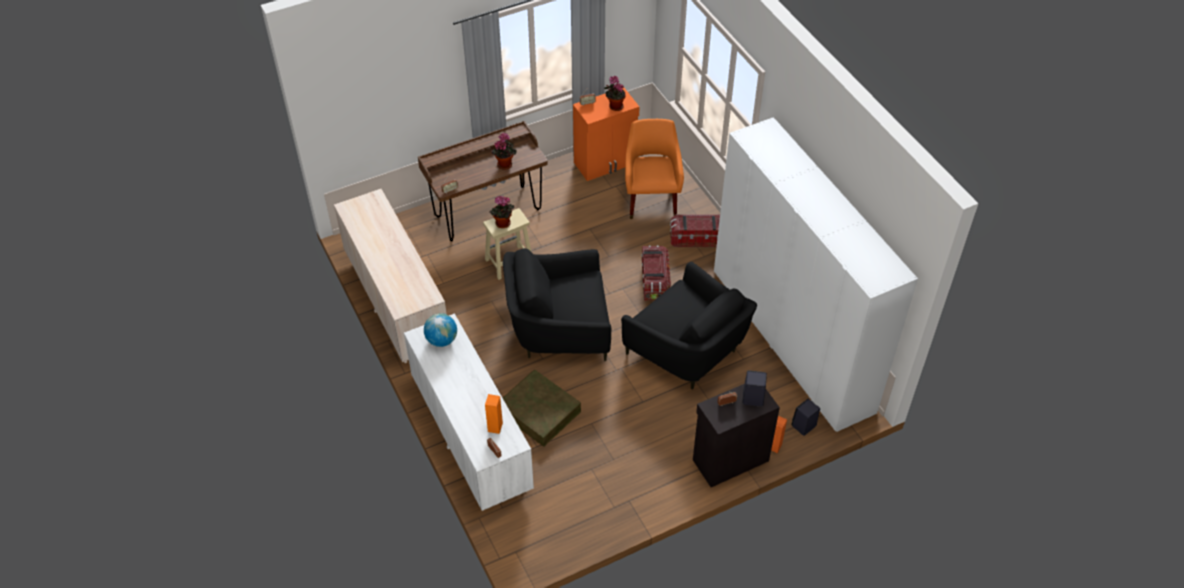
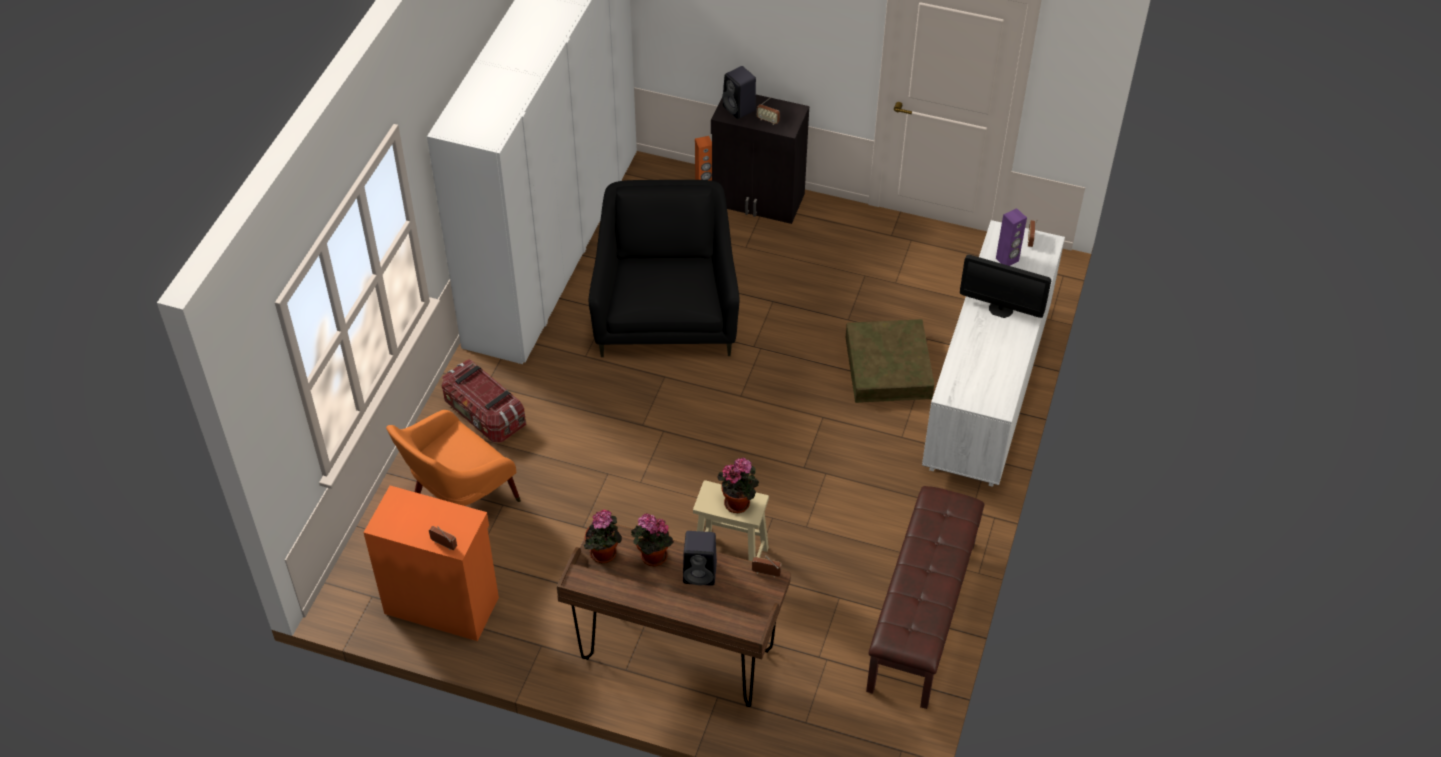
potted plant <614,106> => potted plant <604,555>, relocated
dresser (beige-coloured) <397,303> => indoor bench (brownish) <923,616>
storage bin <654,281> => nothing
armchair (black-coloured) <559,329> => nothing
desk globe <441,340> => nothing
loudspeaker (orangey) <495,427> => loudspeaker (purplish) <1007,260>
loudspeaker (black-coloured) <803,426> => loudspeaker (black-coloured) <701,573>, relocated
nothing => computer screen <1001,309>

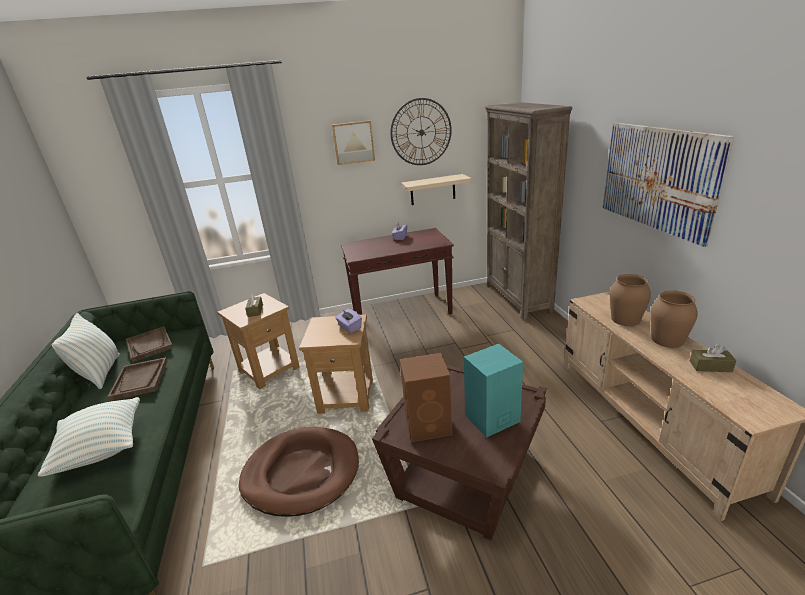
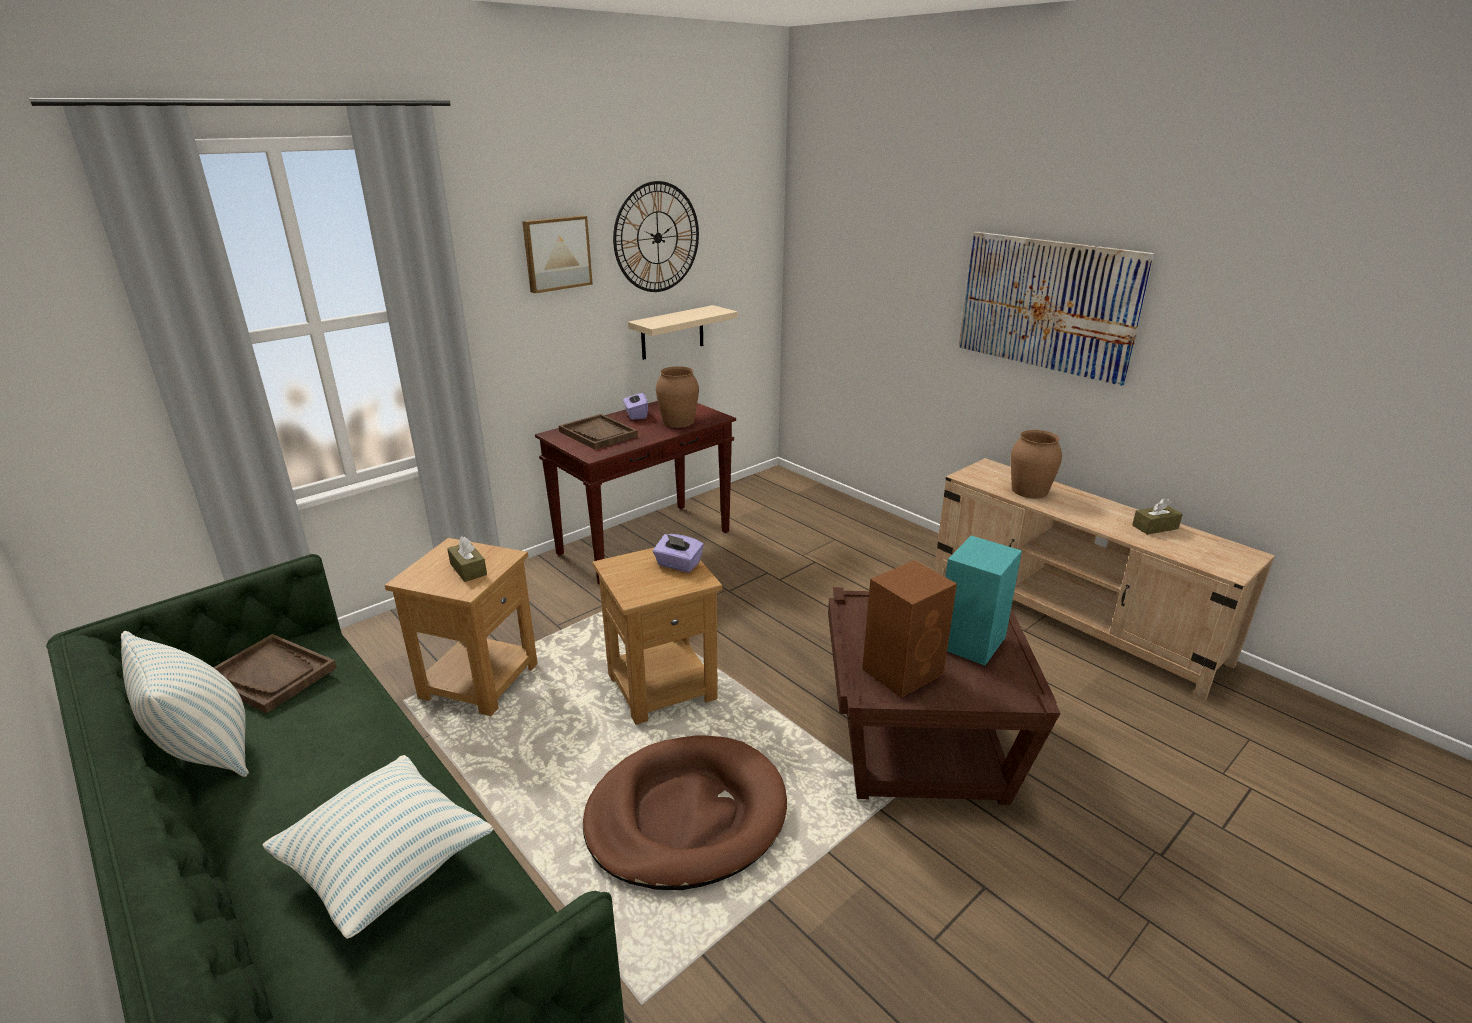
bookcase (brownish) <518,298> => nothing
decorative vase (brownish) <667,340> => decorative vase (brownish) <678,422>, relocated
carrying tray (brownish) <140,380> => carrying tray (brownish) <598,434>, relocated

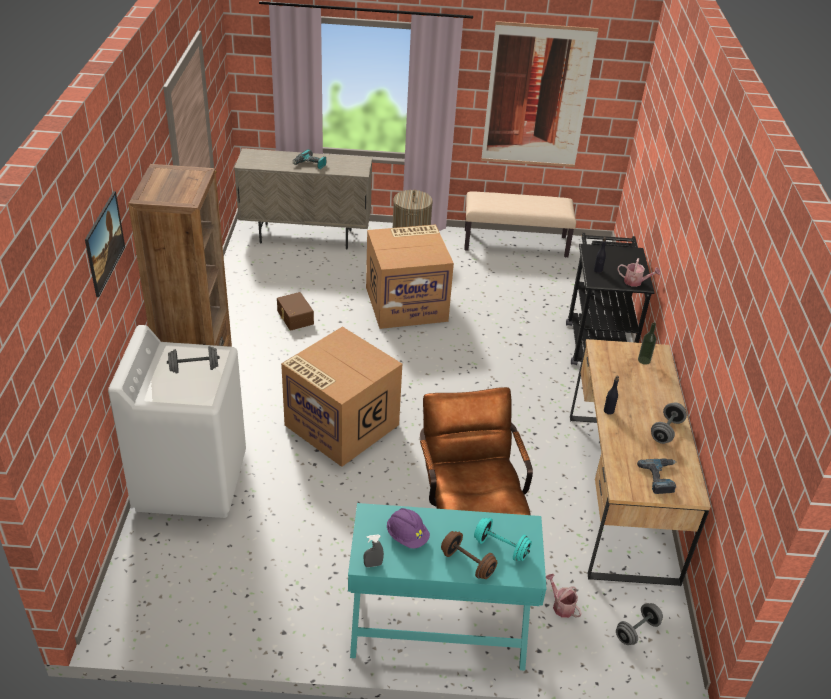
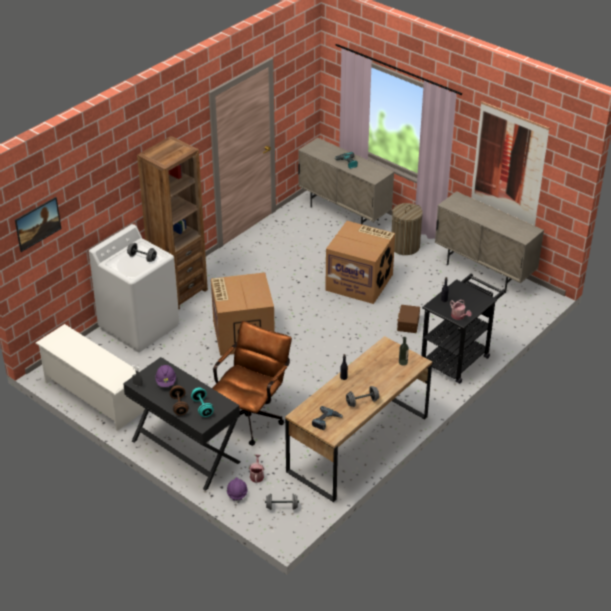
picture <107,257> => picture <39,232>, relocated
indoor bench (beige-coloured) <516,243> => cupboard (beige-coloured) <484,272>
storage bin (brownish) <294,317> => storage bin (brownish) <407,323>, relocated
desk unit (blue-green) <438,628> => desk unit (black-coloured) <185,451>
nothing => shoe shelf (whitish) <94,396>
nothing => safety helmet (purplish) <237,493>

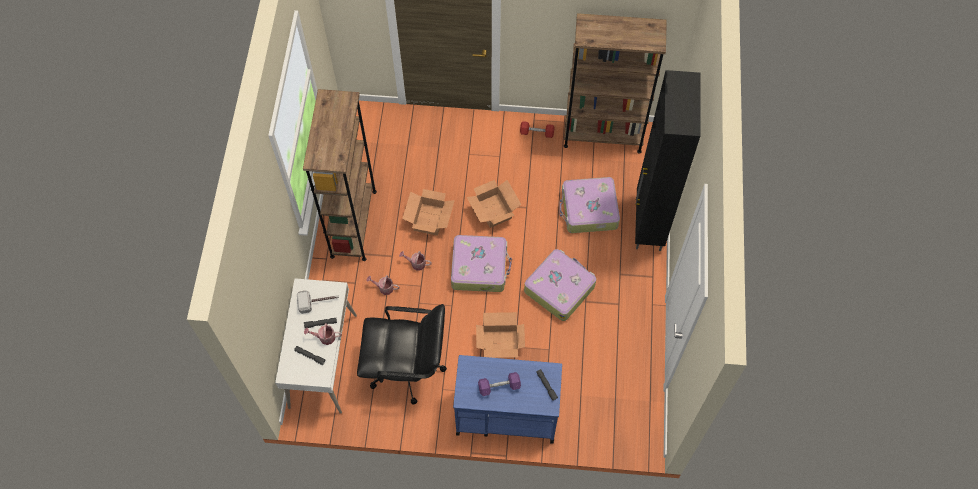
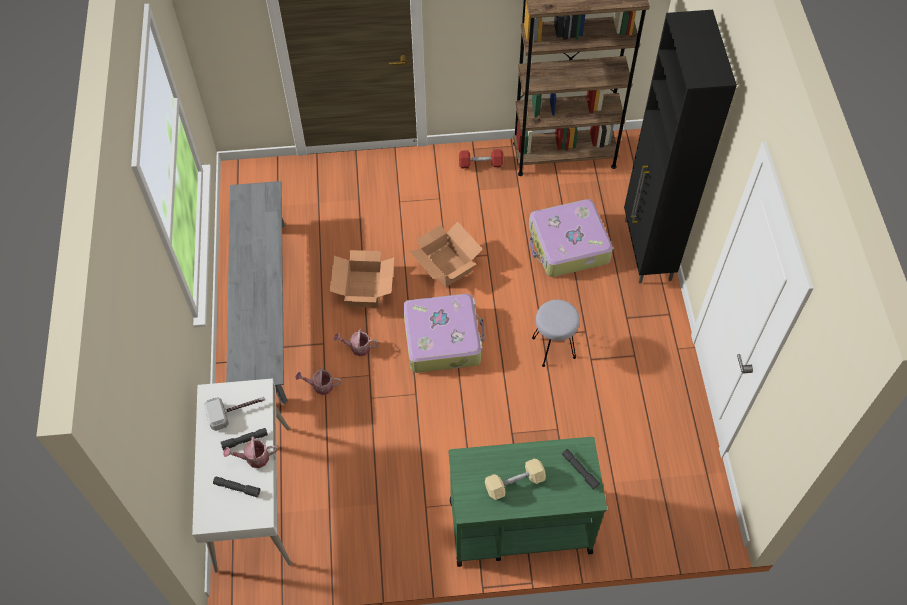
bookcase (brownish) <353,223> => indoor bench (grey) <264,310>
suitcase <559,288> => stool seat (grey) <553,348>
desk chair (black-coloured) <407,368> => nothing
cardboard box <500,343> => nothing
cart (blue-coloured) <505,414> => cart (green) <519,525>
free weight (purplish) <499,386> => free weight (beige-coloured) <514,483>

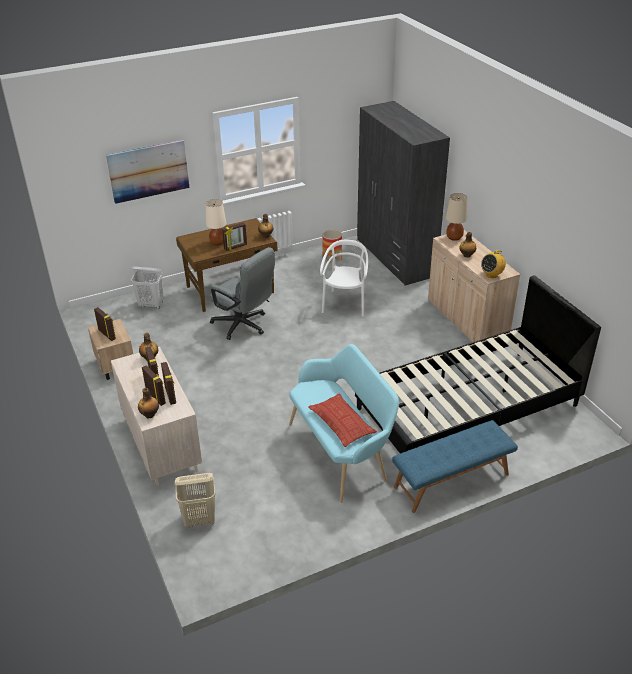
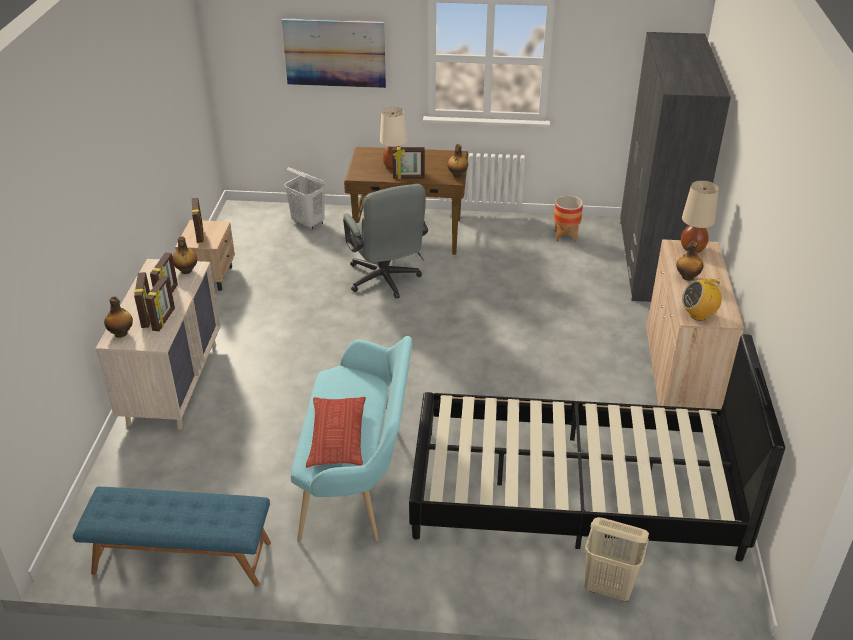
chair (whitish) <345,304> => nothing
indoor bench (blue-coloured) <452,481> => indoor bench (blue-coloured) <182,558>, relocated
washing basket (beige-coloured) <200,519> => washing basket (beige-coloured) <609,587>, relocated

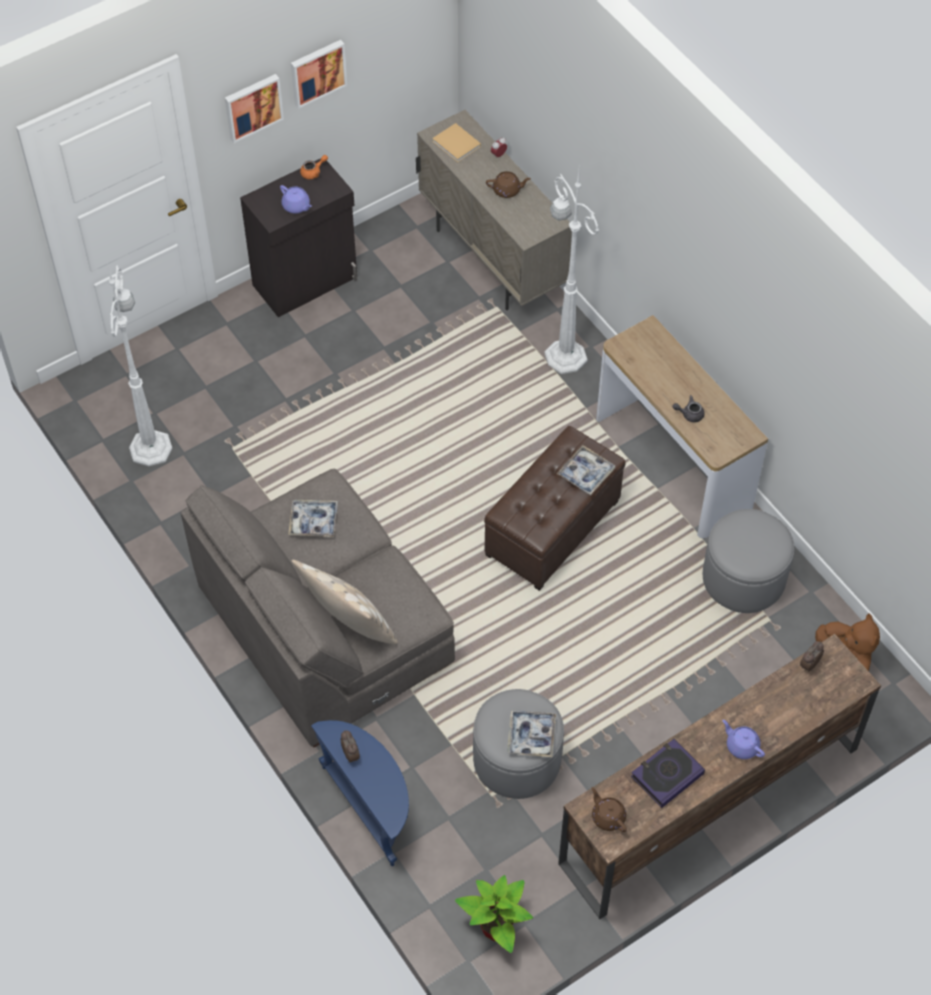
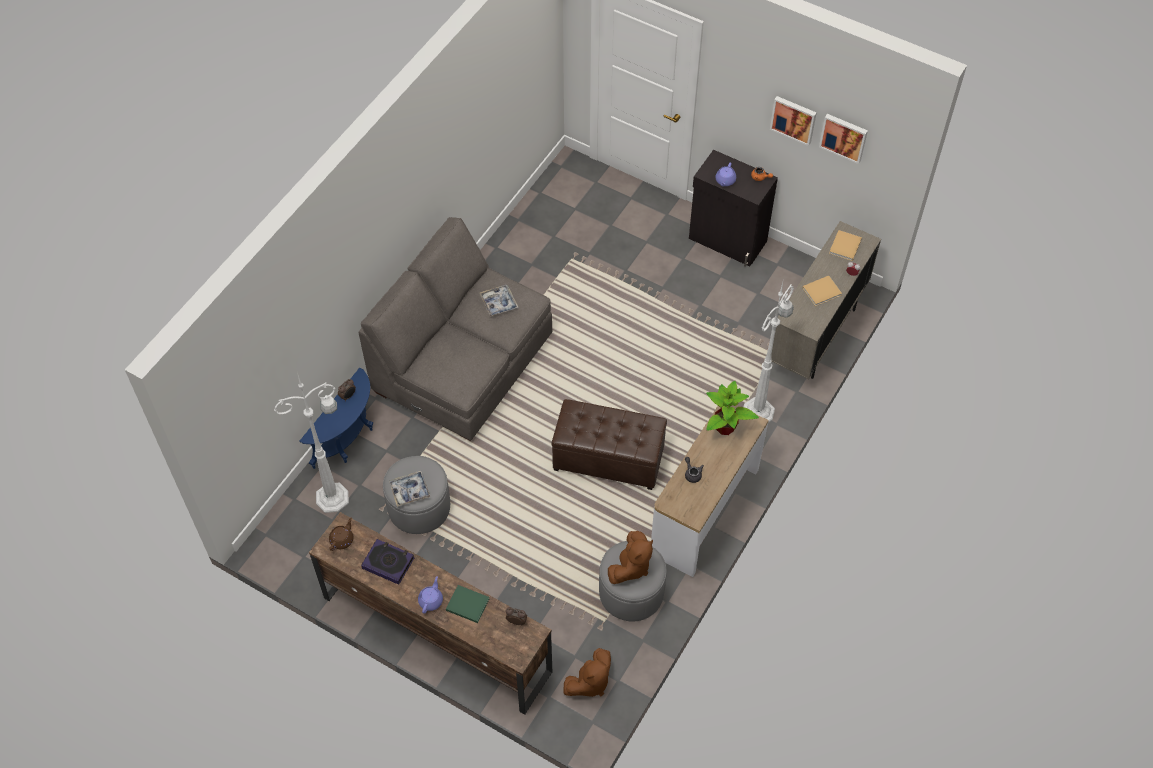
picture <252,106> => picture <844,137>, relocated
tea pot (brownish) <507,190> => bound book (beige-coloured) <822,291>
standard lamp (whitish) <151,446> => standard lamp (whitish) <334,497>, relocated
carrying tray <586,473> => nothing
cushion (beige-coloured) <349,624> => nothing
potted plant <497,929> => potted plant <725,428>, relocated
nothing => soft toy (brownish) <631,567>
nothing => bound book (green) <466,604>

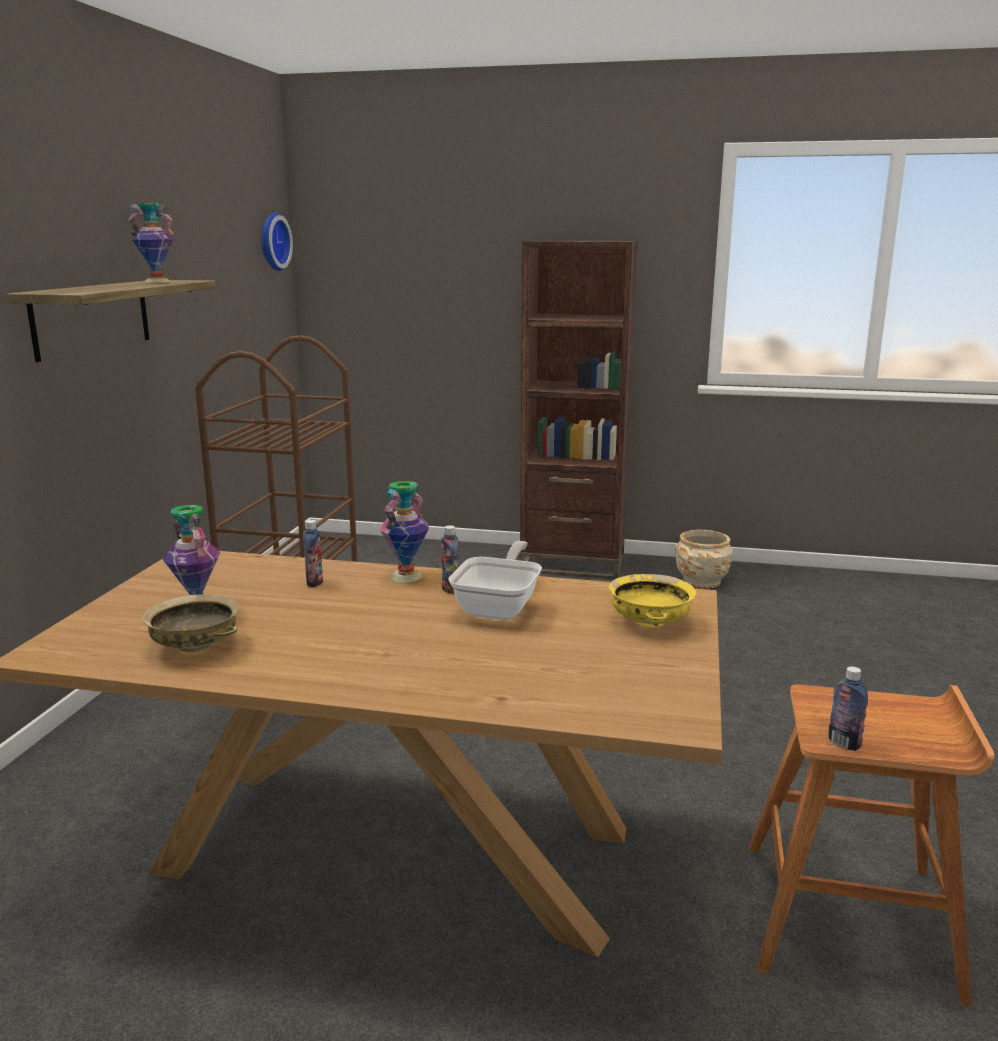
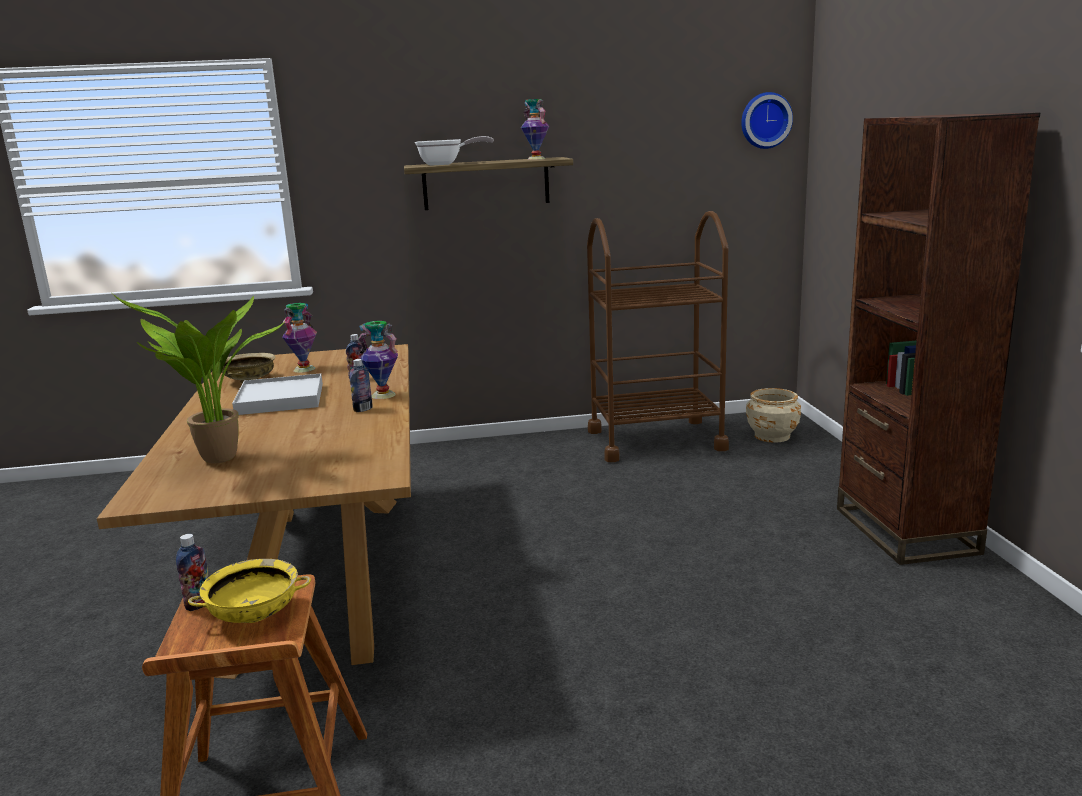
planter (beige-coloured) <701,581> => planter (beige-coloured) <772,436>, relocated
pan <500,607> => pan <446,164>, relocated
deep dish (yellowish) <649,621> => deep dish (yellowish) <255,614>, relocated
nothing => potted plant <219,461>
nothing => carrying tray (whitish) <281,399>

